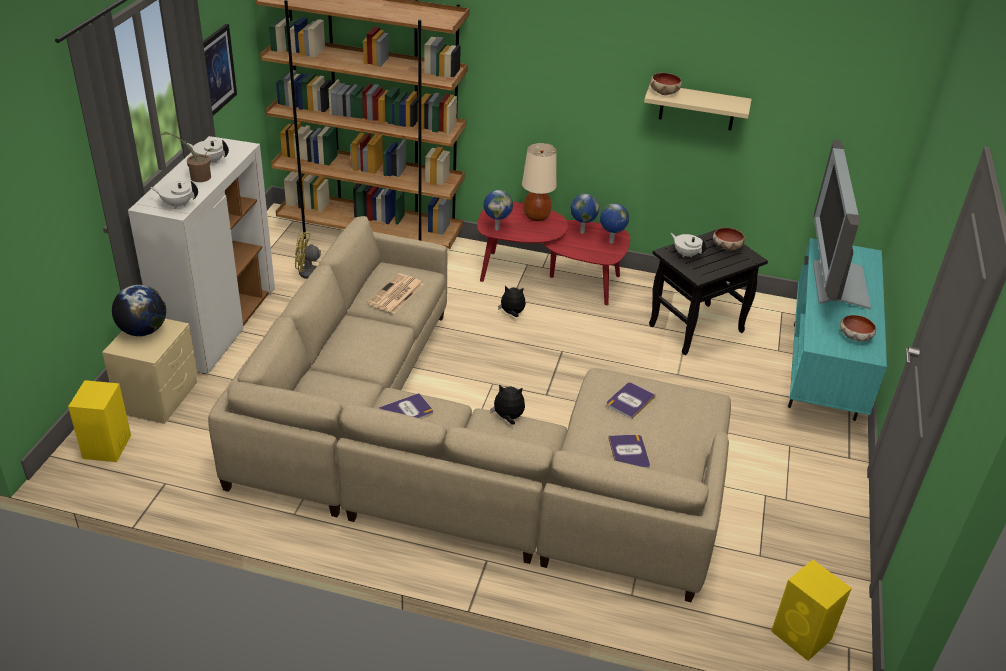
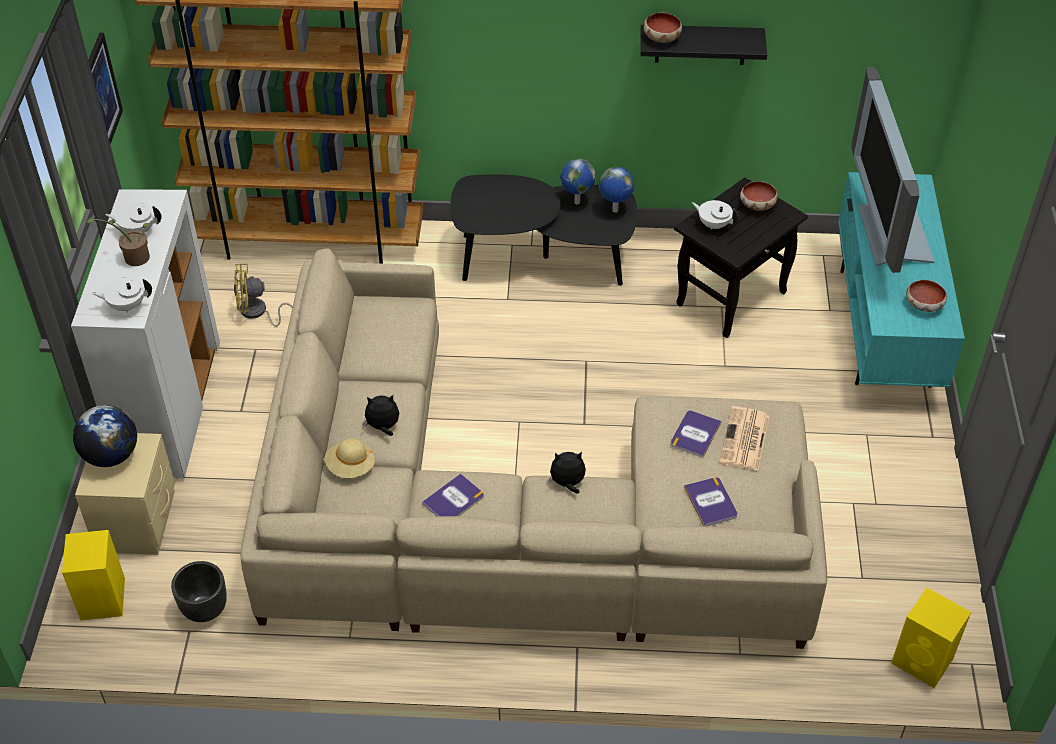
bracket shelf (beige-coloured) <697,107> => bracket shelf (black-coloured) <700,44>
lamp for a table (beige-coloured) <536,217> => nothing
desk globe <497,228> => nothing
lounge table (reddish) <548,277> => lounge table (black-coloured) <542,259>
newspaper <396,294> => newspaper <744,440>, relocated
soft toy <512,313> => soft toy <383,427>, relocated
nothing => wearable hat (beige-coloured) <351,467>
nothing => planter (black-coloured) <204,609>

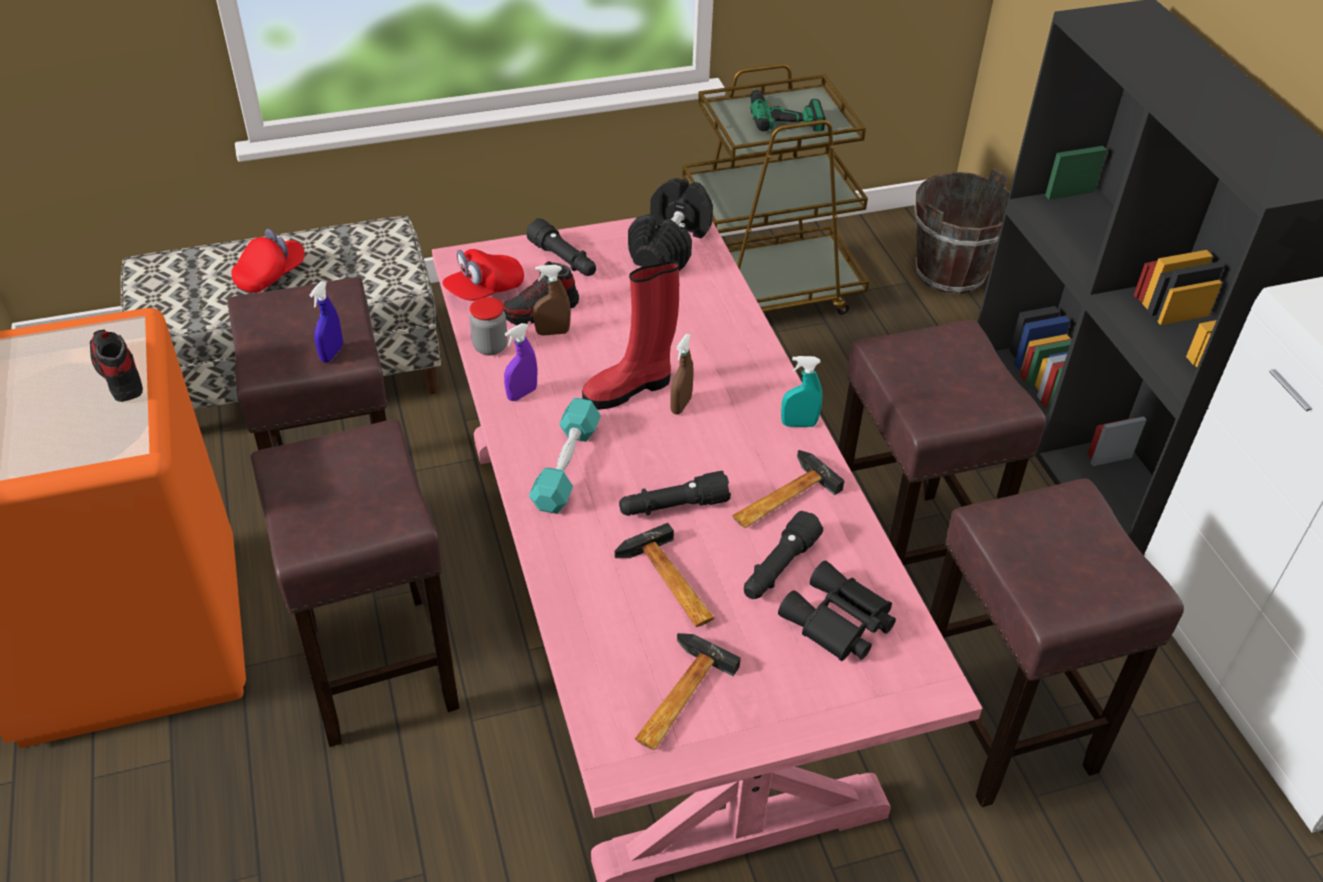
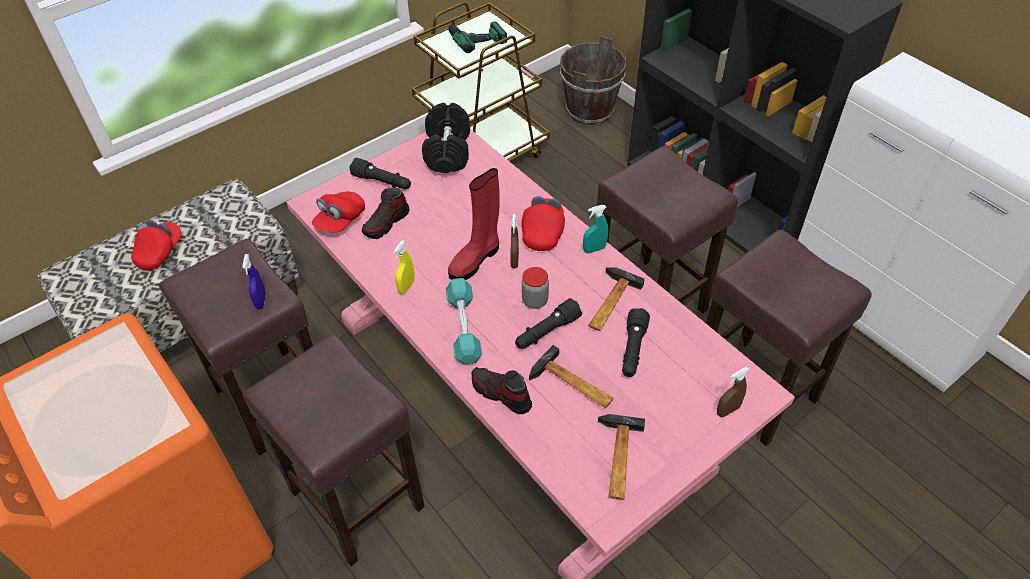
hand sprayer (brownish) <552,332> => hand sprayer (brownish) <728,410>, relocated
storage jar <490,347> => storage jar <535,301>, relocated
hand sprayer (purplish) <522,394> => hand sprayer (yellowish) <406,286>
low shoe <118,374> => low shoe <501,394>, relocated
field glasses (black-coloured) <838,623> => nothing
nothing => cap (reddish) <543,232>

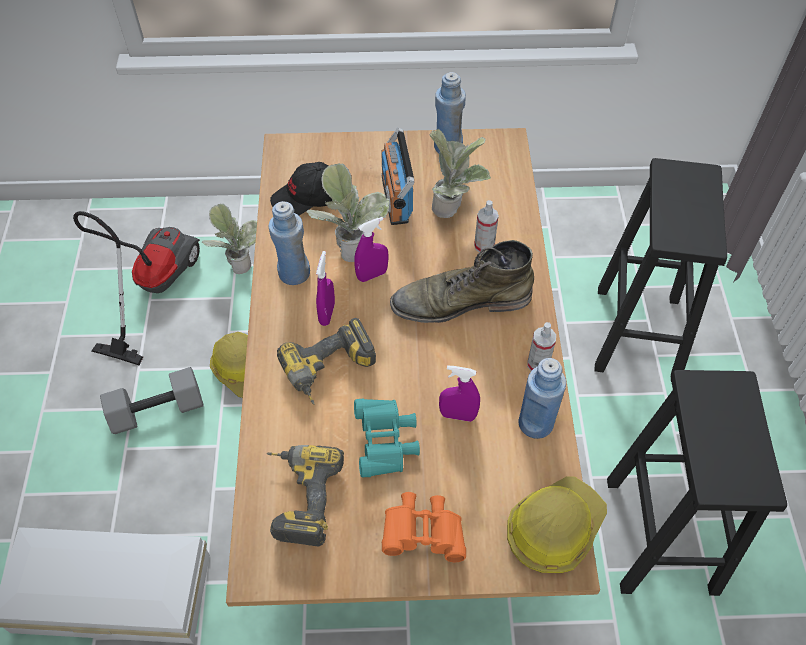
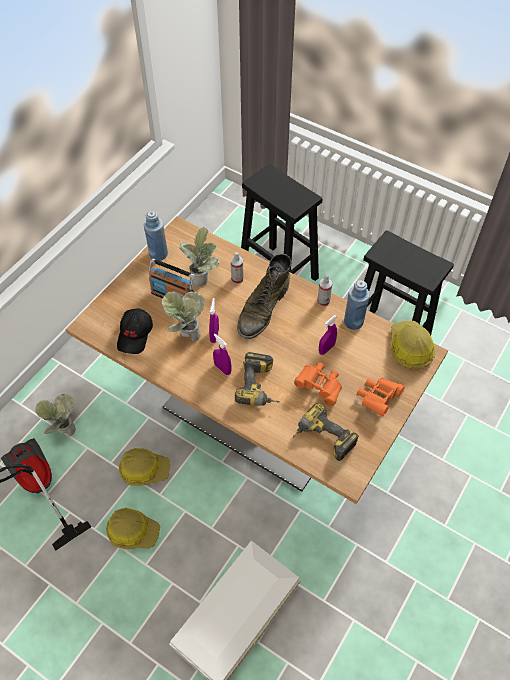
beverage bottle (blue-coloured) <294,273> => nothing
free weight (grey) <158,409> => safety helmet <133,531>
field glasses (blue-green) <385,444> => field glasses (orangey) <320,387>

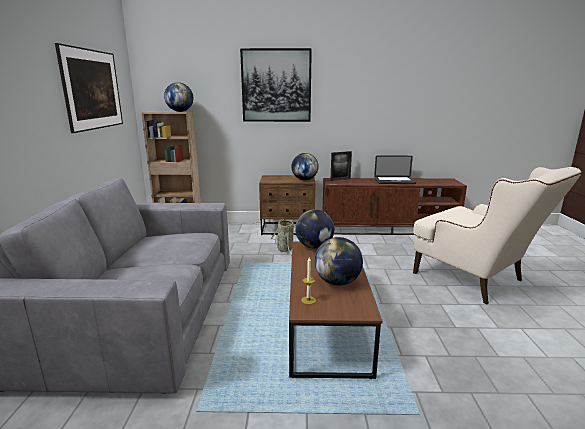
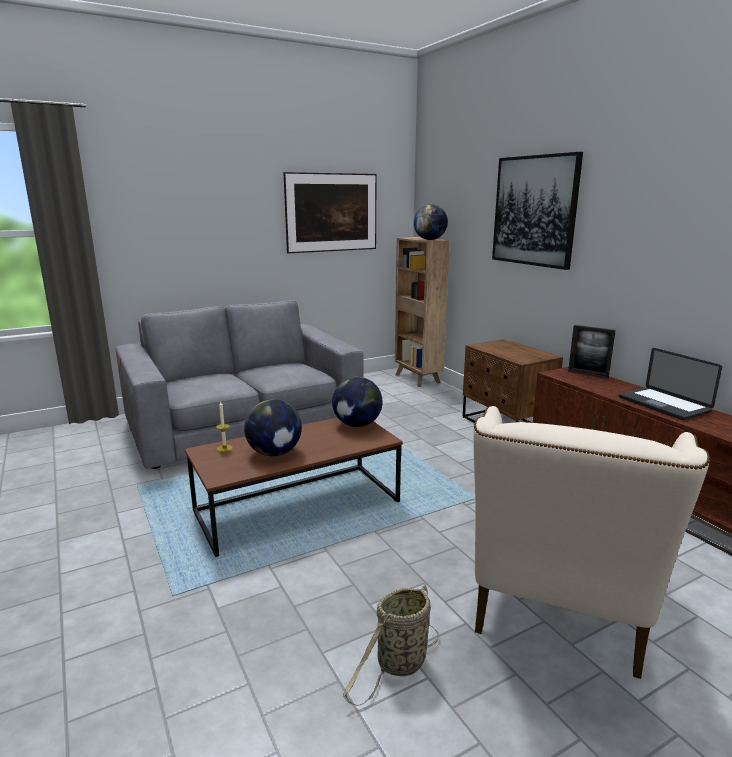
desk globe <304,179> => nothing
household basket <285,250> => household basket <399,665>, relocated

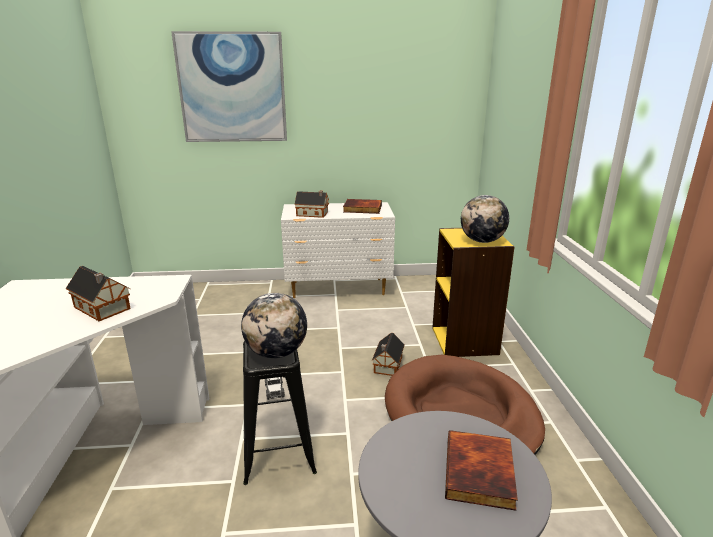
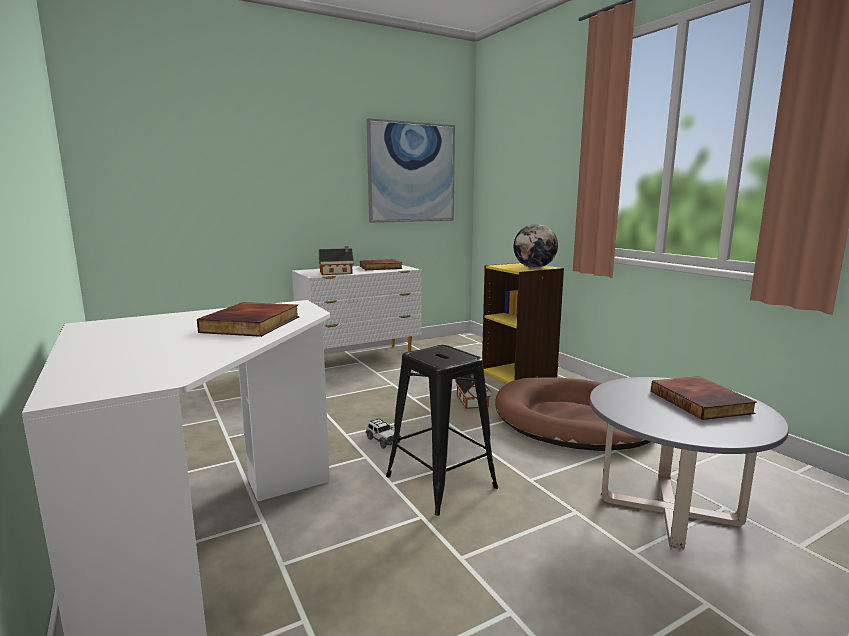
picture <232,88> => picture <411,172>, relocated
miniature house <102,309> => bound book <253,324>
desk globe <276,353> => nothing

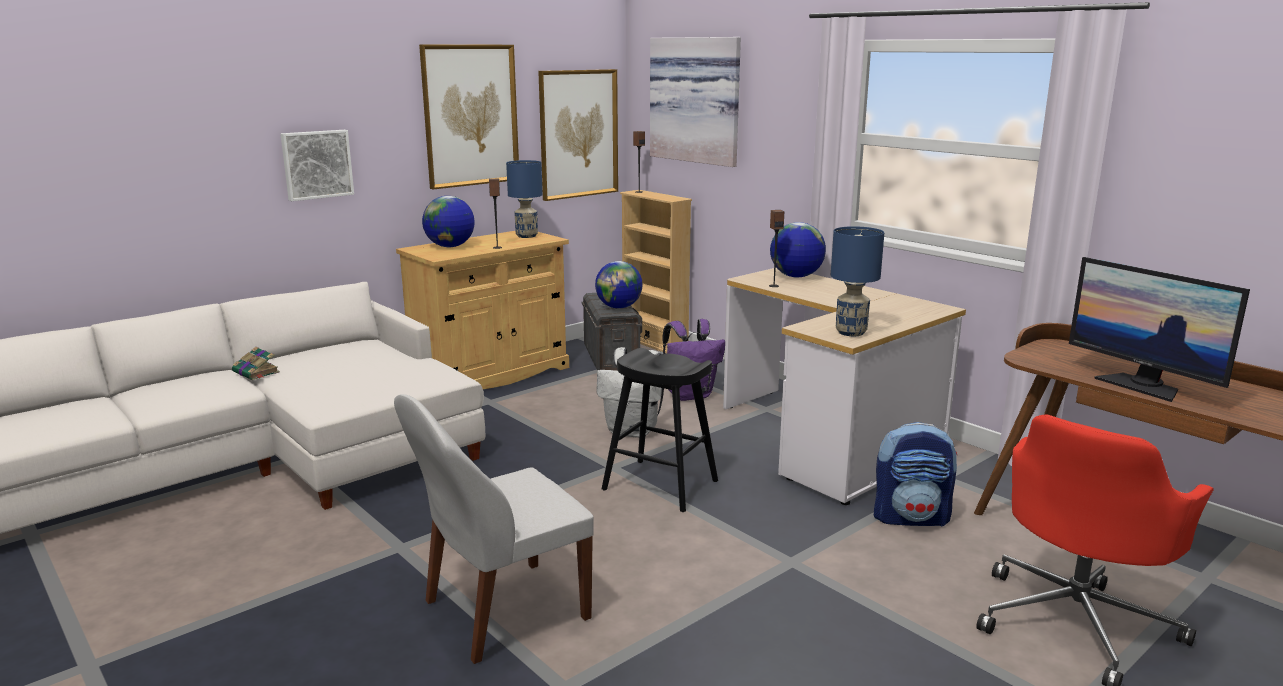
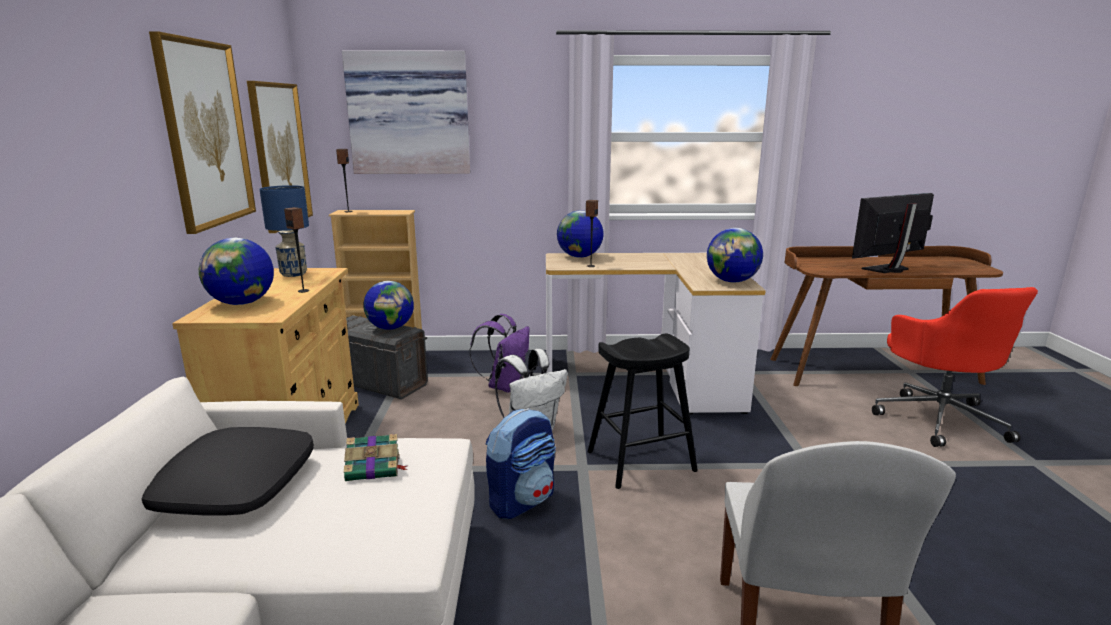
picture <316,164> => nothing
lamp for a table (blue-coloured) <851,333> => desk globe <732,281>
computer screen <1142,385> => computer screen <888,269>, 150 degrees clockwise
bound book <256,372> => bound book <374,468>, relocated
backpack <911,517> => backpack <522,500>, relocated
nothing => cushion (black-coloured) <234,485>

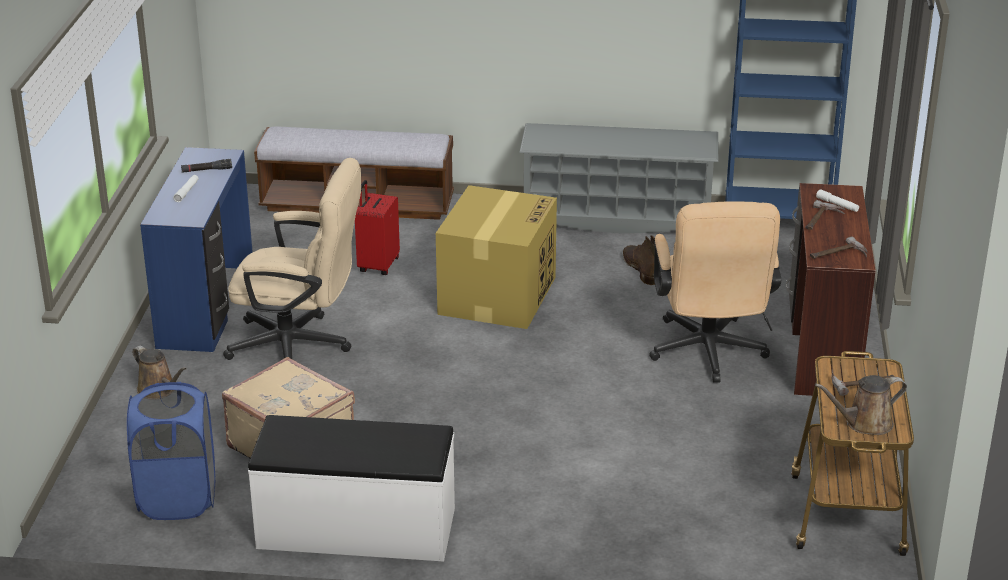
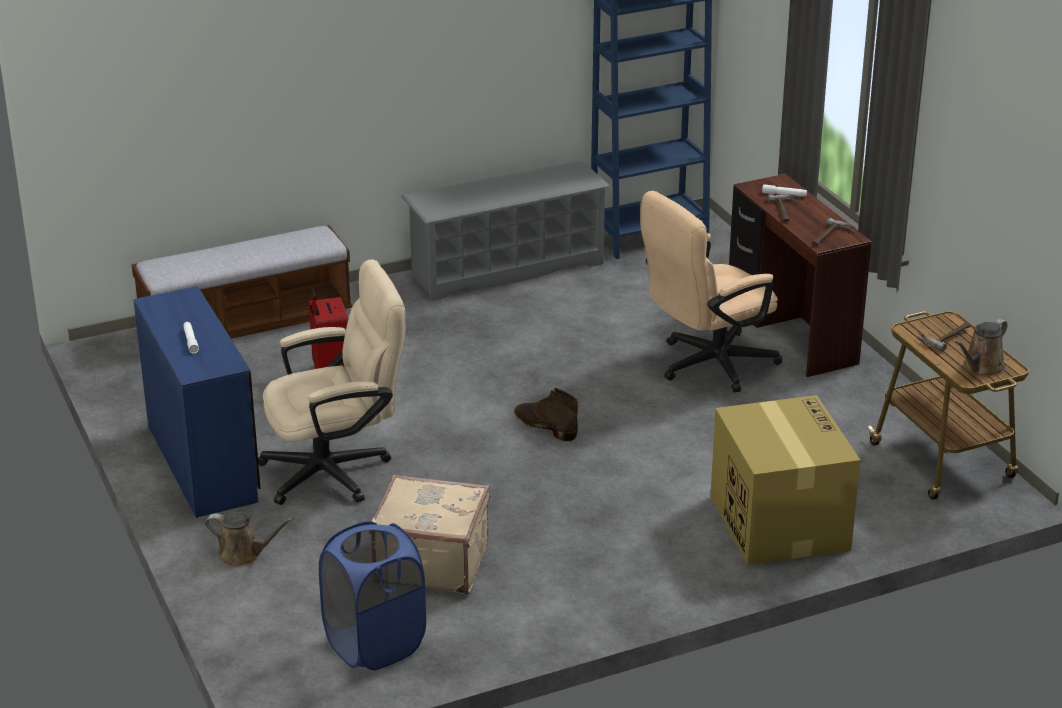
flashlight (black-coloured) <206,170> => nothing
cardboard box <497,294> => cardboard box <778,521>, relocated
desk chair (beige-coloured) <708,355> => desk chair (beige-coloured) <706,366>, 90 degrees clockwise
tall boot (brownish) <641,268> => tall boot (brownish) <545,426>, relocated
indoor bench (whitish) <356,529> => nothing

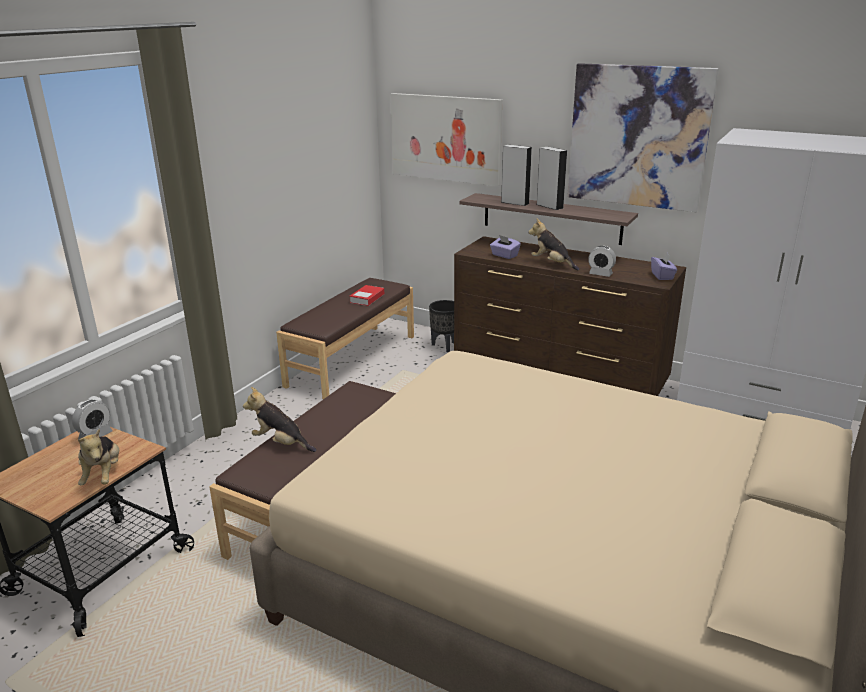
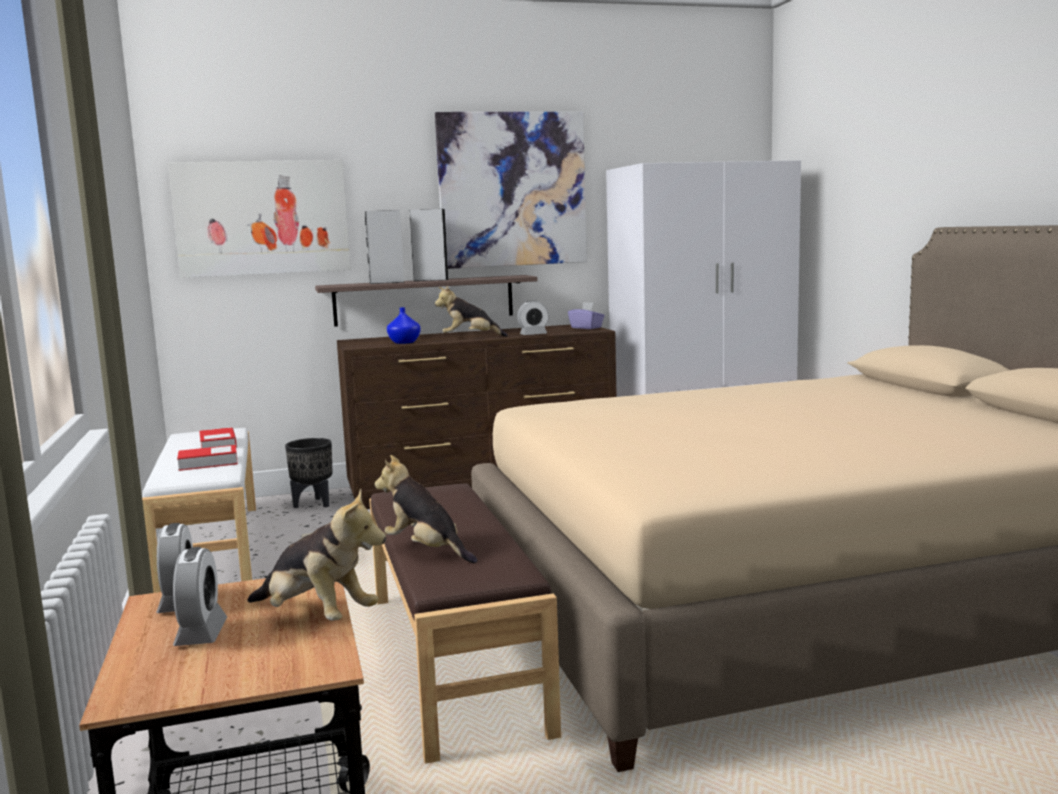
tissue holder (purplish) <504,255> => decorative vase (blue-coloured) <405,342>
indoor bench (brownish) <351,360> => indoor bench (whitish) <209,549>
soft toy <281,443> => soft toy <426,550>, 60 degrees clockwise
nothing => bound book <208,463>
nothing => alarm clock <201,633>

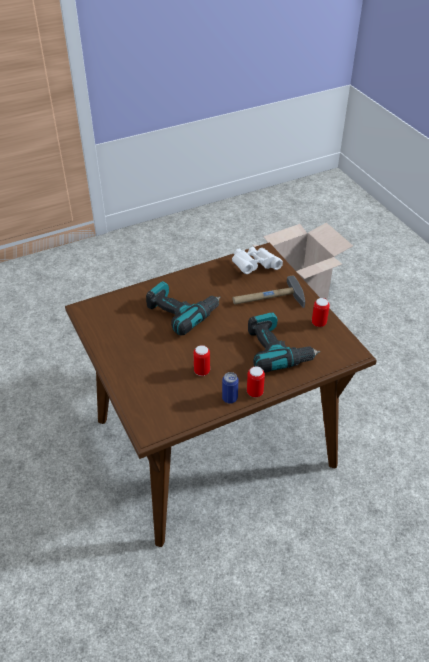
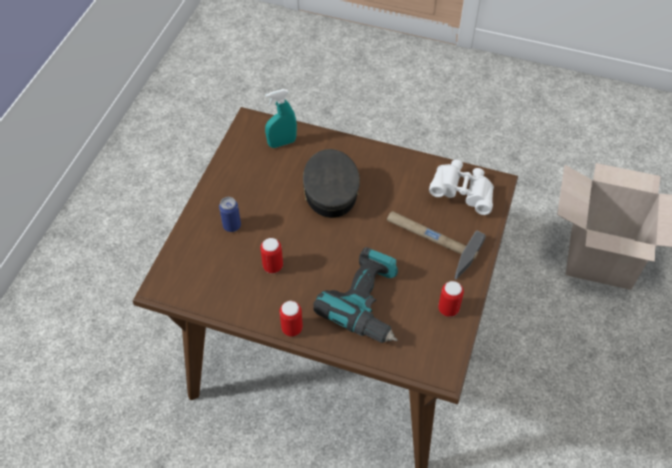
power drill <182,312> => cap (grey) <330,190>
metal can <229,398> => metal can <232,226>, relocated
nothing => hand sprayer (blue-green) <282,143>

